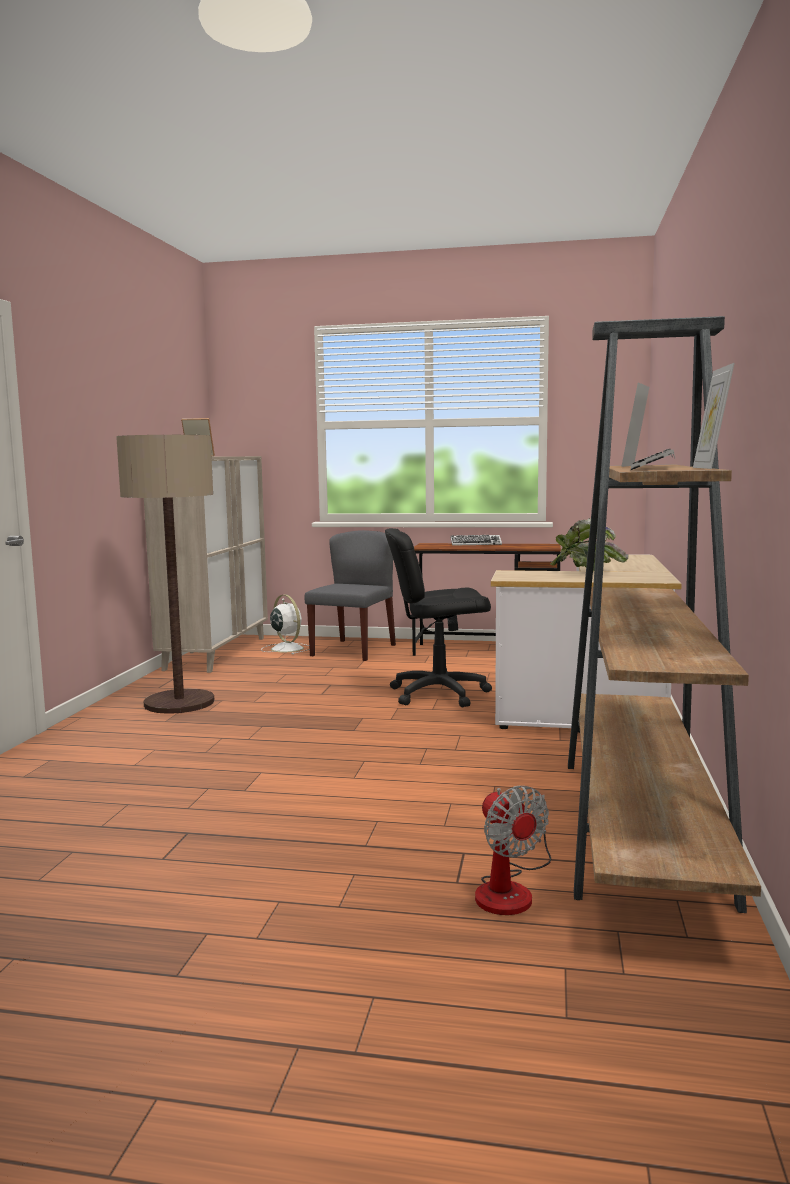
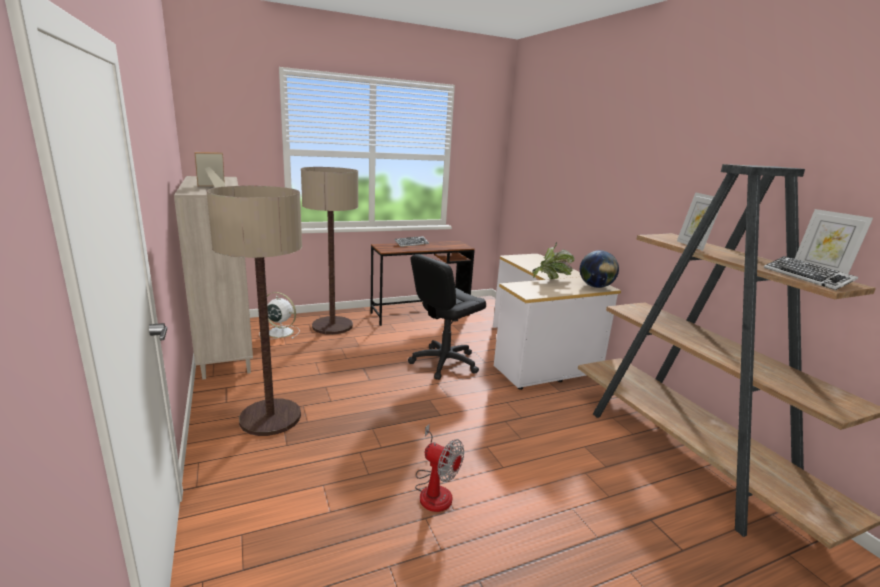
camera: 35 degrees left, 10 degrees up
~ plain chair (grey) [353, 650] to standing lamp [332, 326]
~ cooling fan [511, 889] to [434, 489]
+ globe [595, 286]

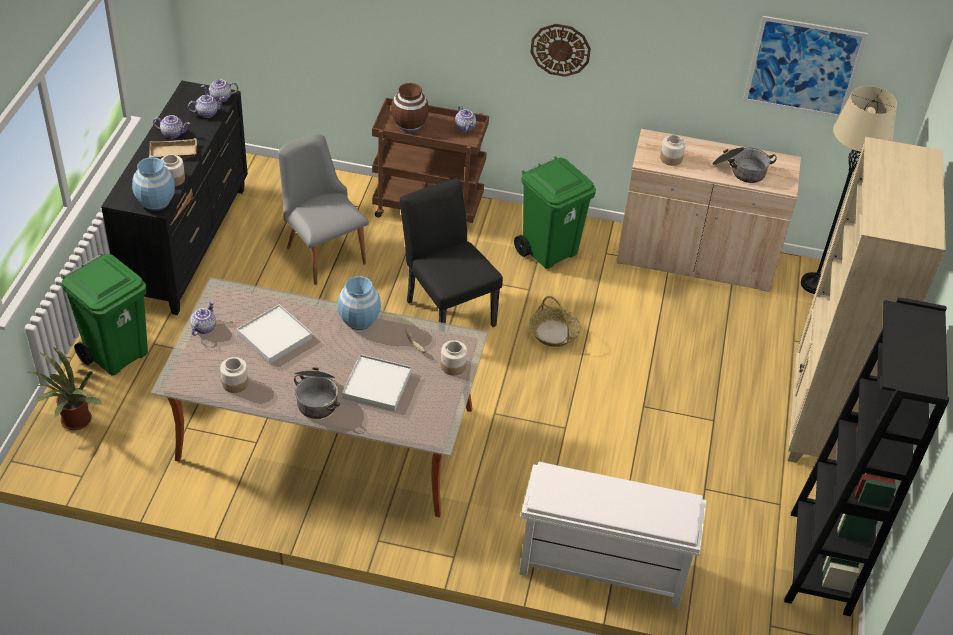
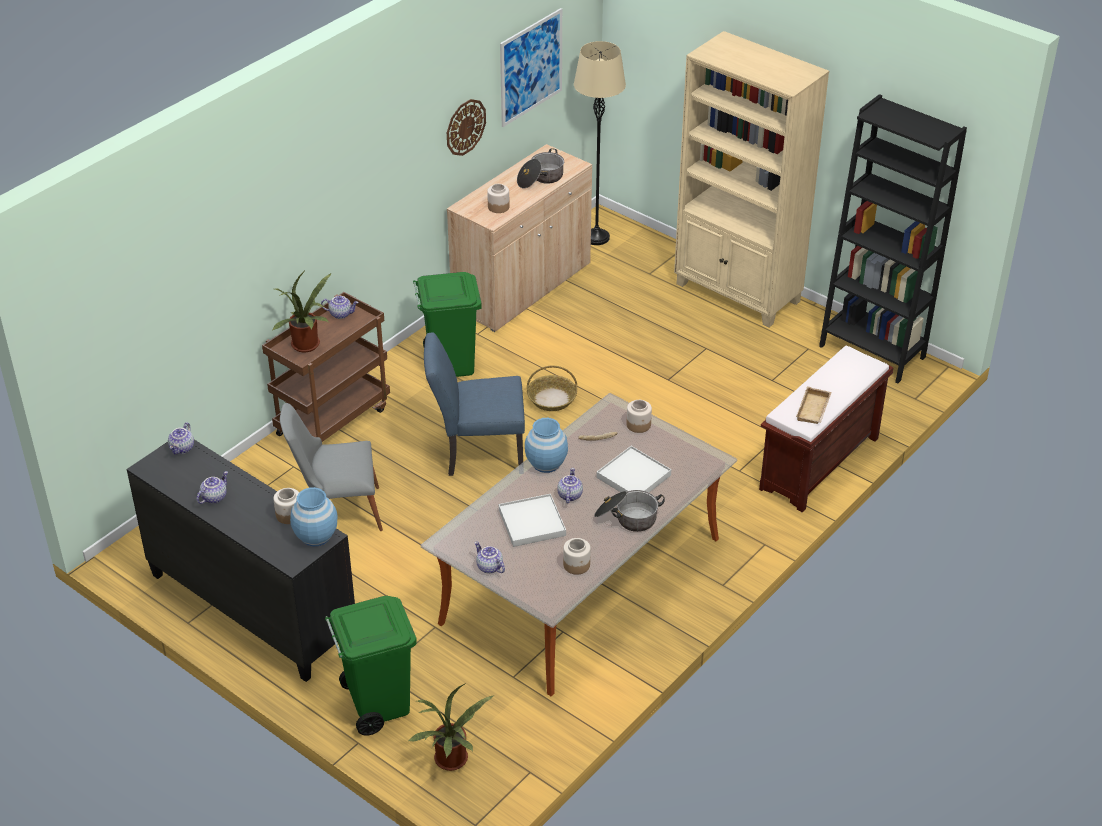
camera: 60 degrees left, 5 degrees down
~ flower vase (brown) [409, 124] to potted plant [307, 346]
~ plain chair (black) [447, 308] to plain chair (blue) [477, 453]
~ hanging clock [560, 49] to [465, 127]
~ pot for tea [207, 113] to [569, 495]
~ long seat (white-coloured) [600, 568] to long seat (brown) [819, 465]
~ tray (beige-coloured) [172, 153] to [814, 410]

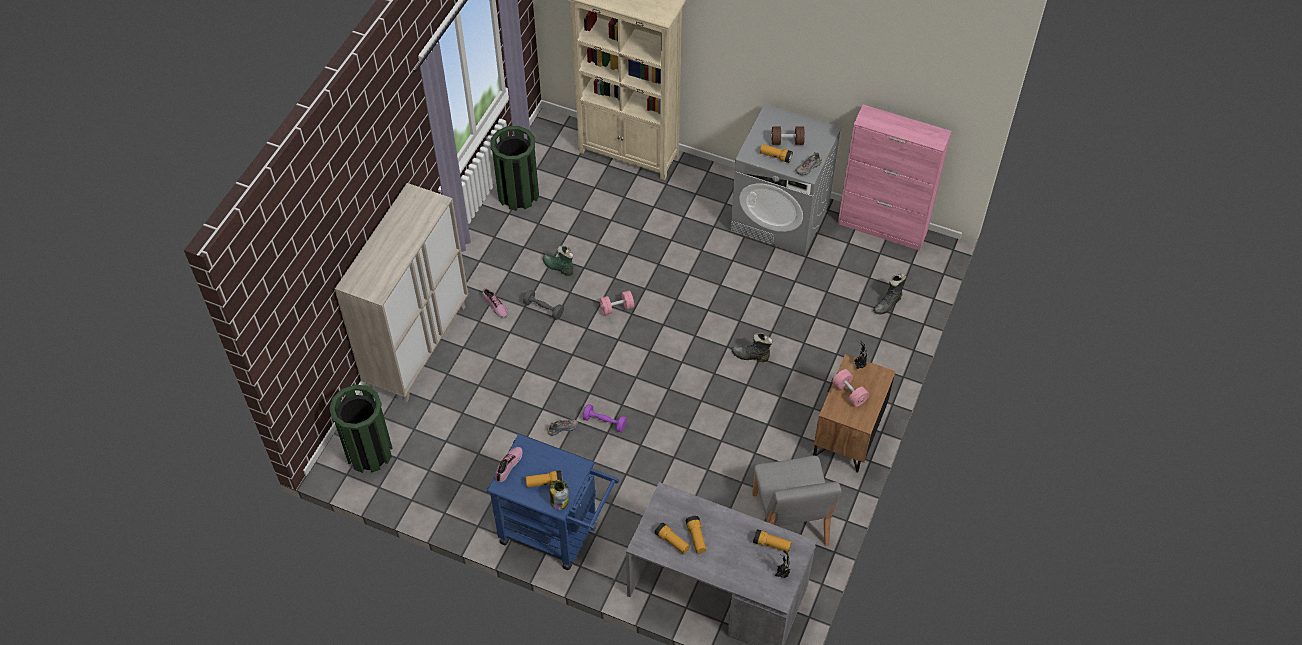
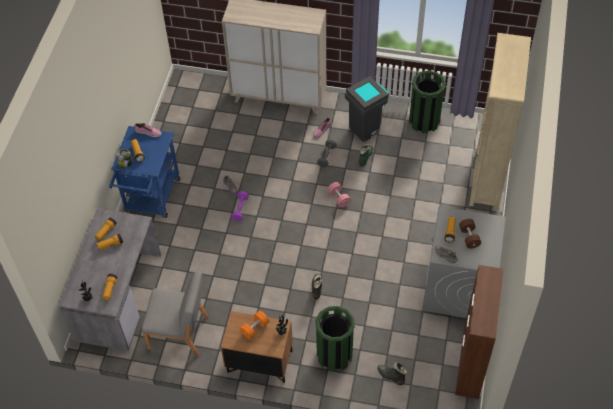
camera: 80 degrees right, 0 degrees up
~ plain chair (grey) [789, 520] = [179, 333] 150 degrees counterclockwise
~ free weight (pinkish) [849, 393] to free weight (orange-coloured) [255, 328]
~ trash can (green) [369, 452] to [334, 355]
+ trash can (grey) [366, 129]
~ cabinet (pinkish) [883, 228] to cabinet (brown) [470, 364]

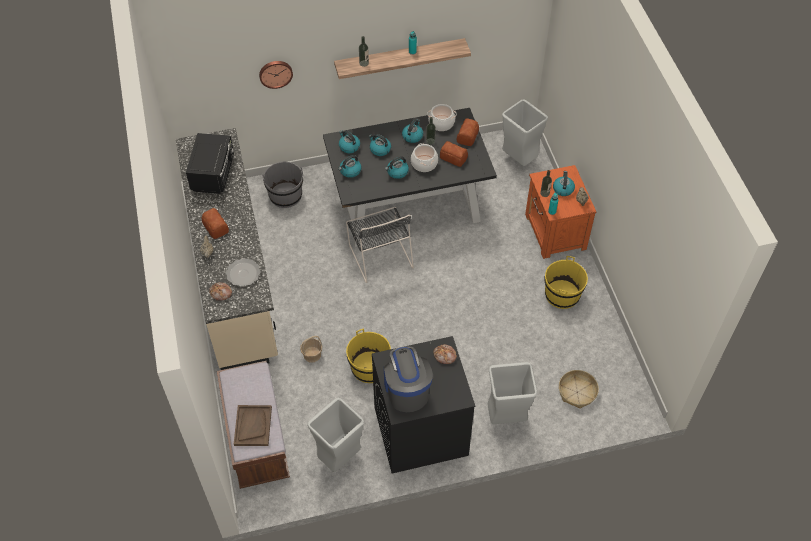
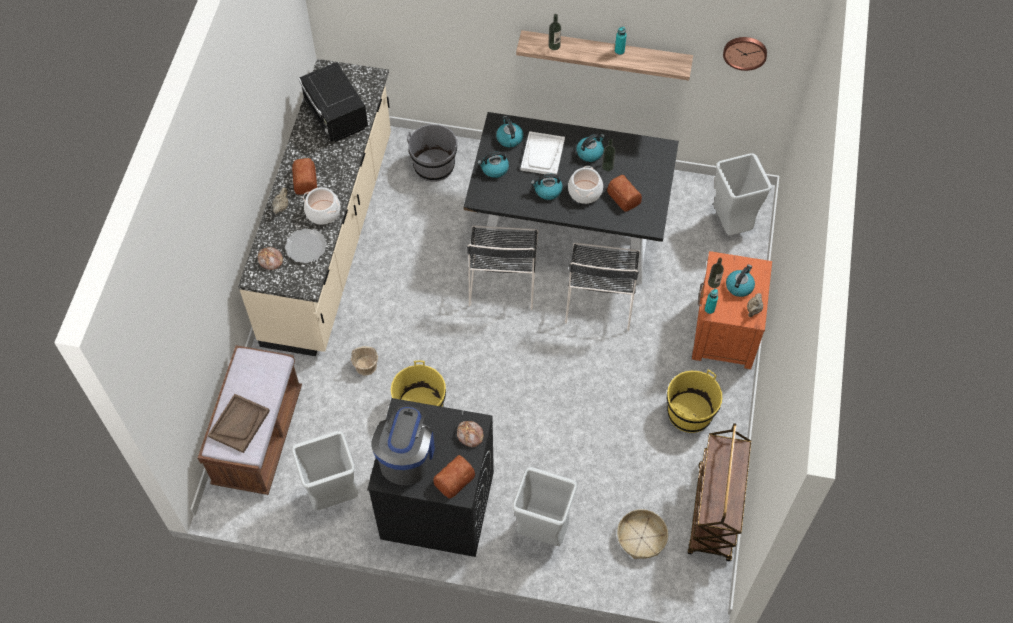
camera: 25 degrees right, 5 degrees up
~ kitchen microwave (black) [214, 174] = [336, 117] 120 degrees clockwise
~ stockpot [441, 123] to [323, 212]
~ bakery bread [467, 136] to [453, 479]
~ water kettle [379, 149] to tray (white-coloured) [542, 155]
+ plain chair (black) [600, 297]
+ cart (brown) [714, 513]
~ hanging clock [275, 73] to [745, 51]

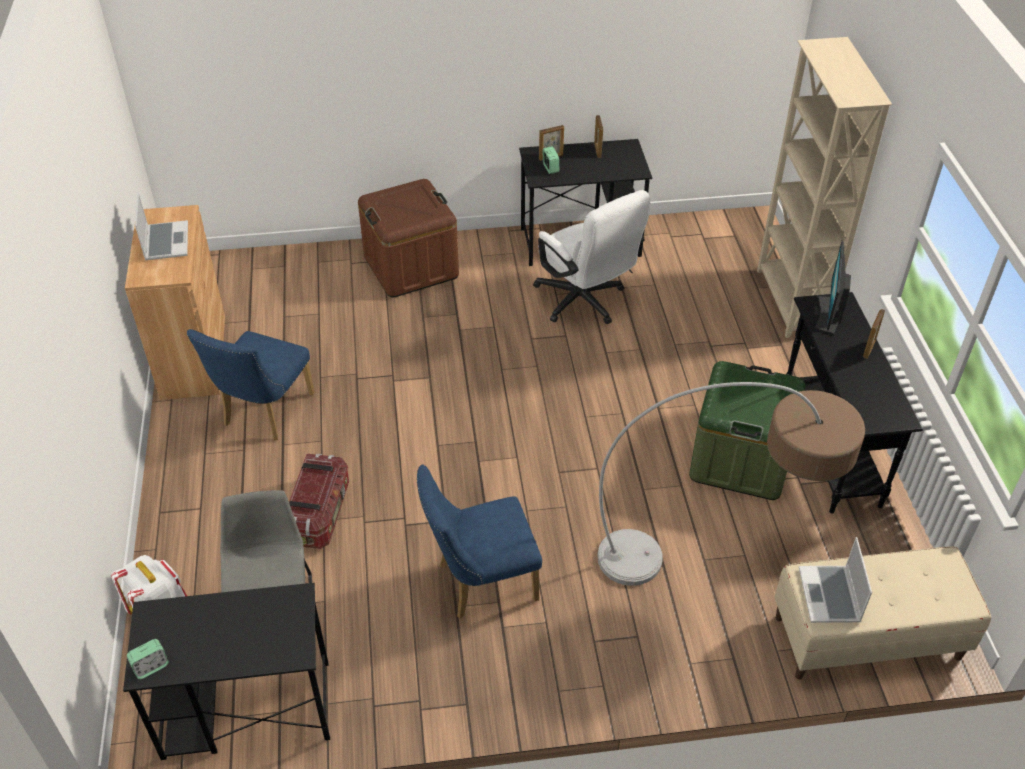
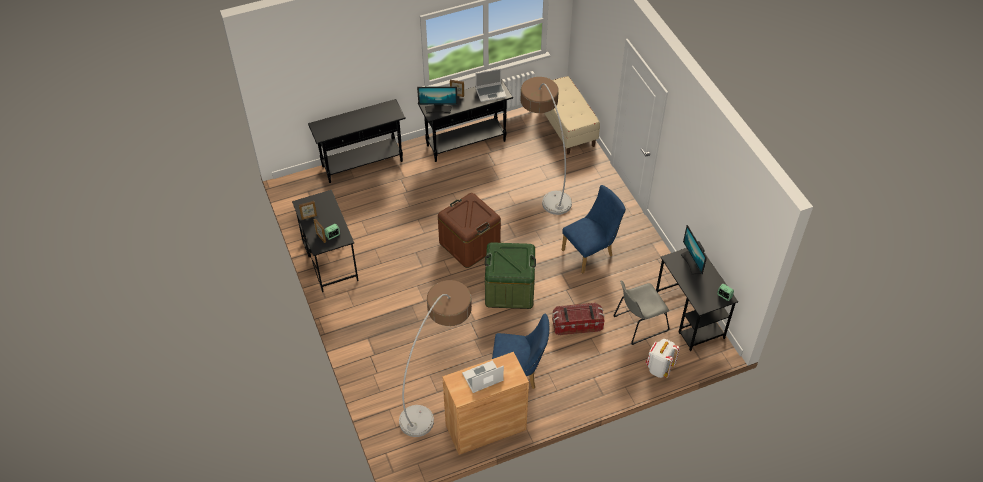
camera: 105 degrees left, 5 degrees up
~ bookshelf (beige-coloured) [790, 302] to console table (black) [362, 164]
+ standing lamp [437, 384]
~ storage box (brown) [411, 267] to [469, 244]
~ laptop [830, 596] to [491, 93]
~ storage box (green) [740, 459] to [509, 289]
~ plain chair (blue) [480, 582] = [591, 252] 90 degrees counterclockwise
+ monitor [692, 262]
- computer chair (white-coloured) [585, 303]

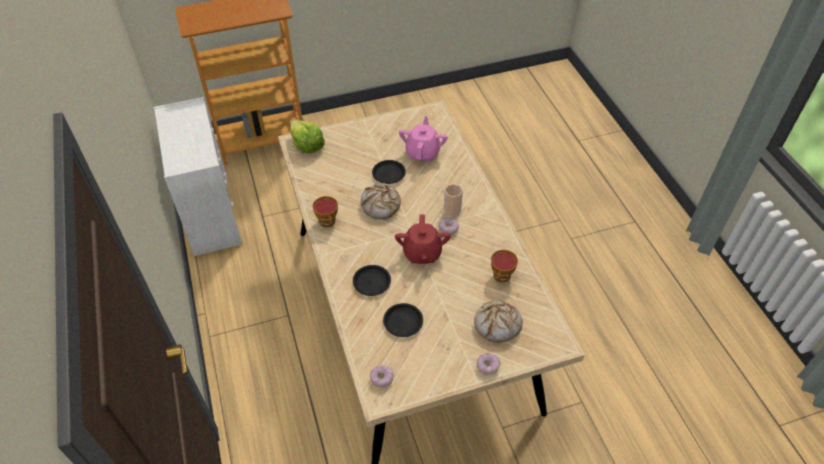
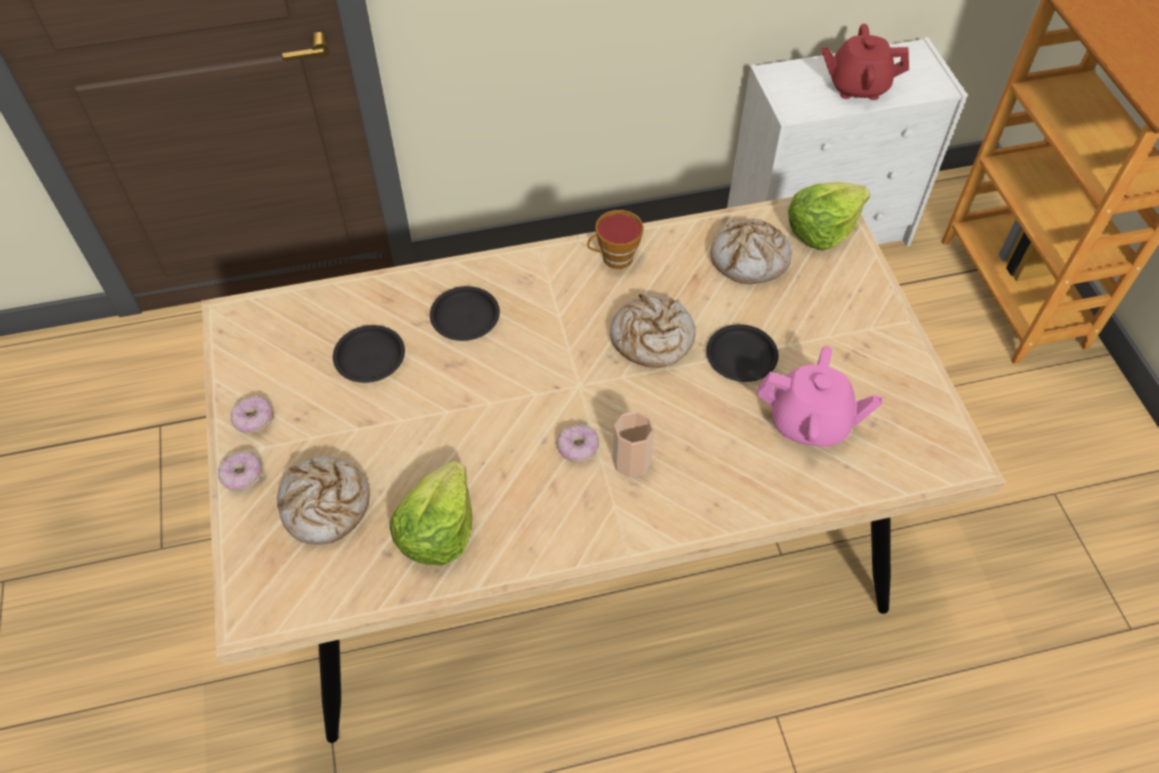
camera: 95 degrees right, 5 degrees up
~ donut [382, 379] to [254, 420]
~ drinking cup [501, 277] to head of lettuce [437, 530]
+ bakery bread [749, 259]
~ pot for tea (red-coloured) [422, 253] to [857, 86]

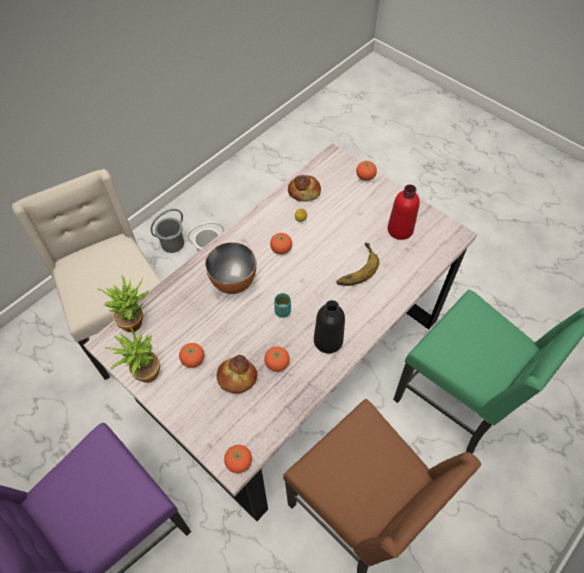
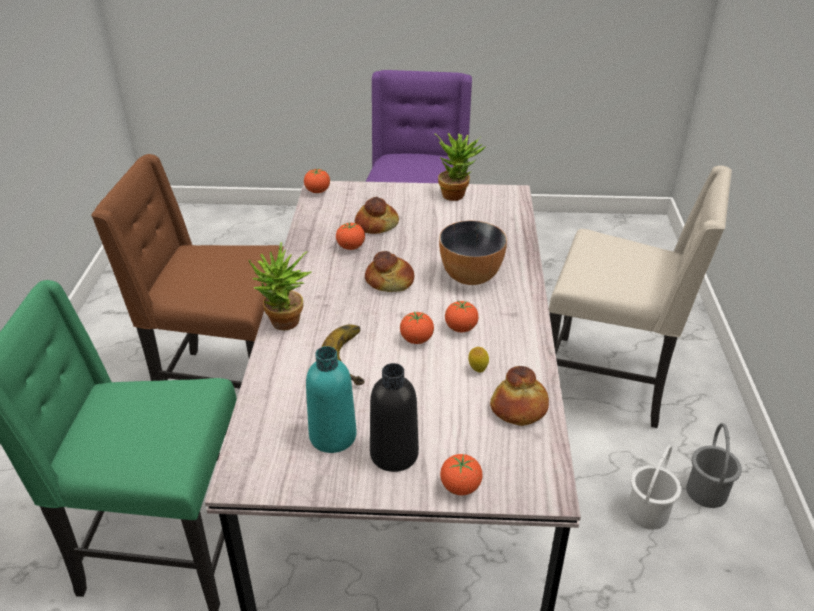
camera: 140 degrees right, 20 degrees down
~ potted plant [135, 320] to [284, 325]
~ beverage bottle (red-coloured) [400, 230] to beverage bottle (turquoise-coloured) [333, 436]
~ drinking cup (turquoise-coloured) [282, 311] to bakery bread [390, 281]
~ beverage bottle (black) [328, 340] to [394, 454]
~ tomato [193, 360] to [416, 340]

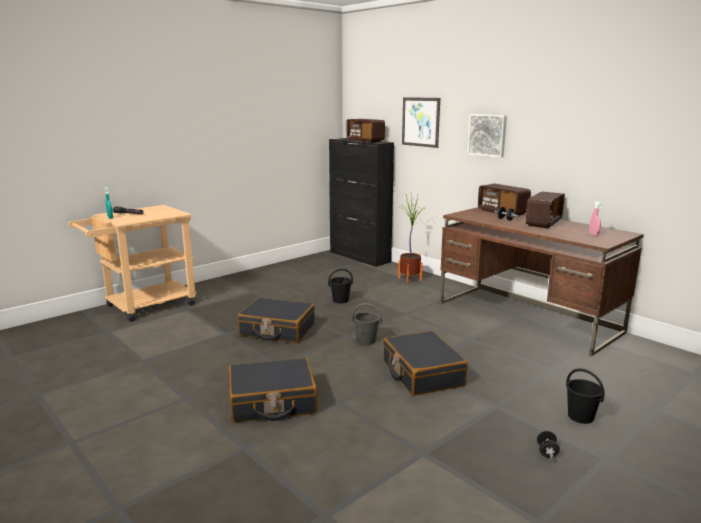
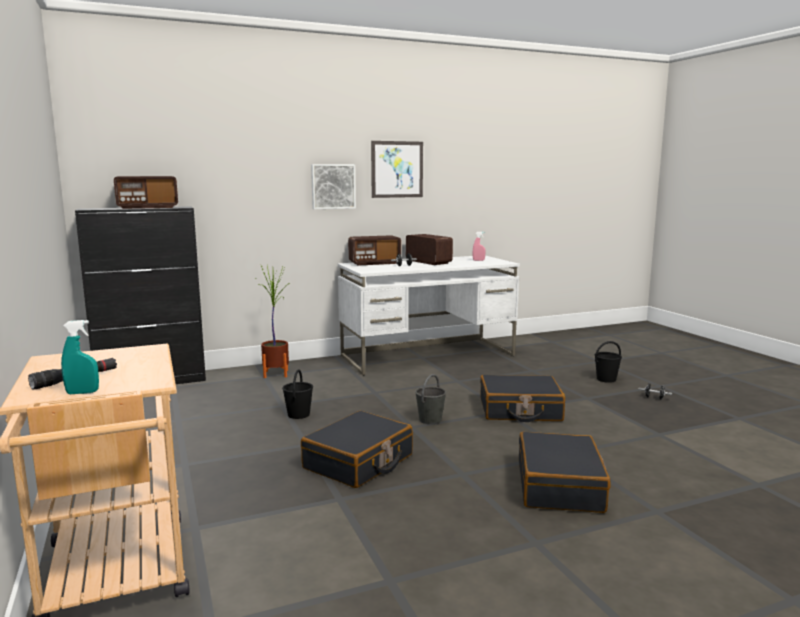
camera: 70 degrees left, 5 degrees down
~ desk unit (brown) [527, 317] to desk unit (white-coloured) [428, 355]
~ wall art [420, 122] to [397, 169]

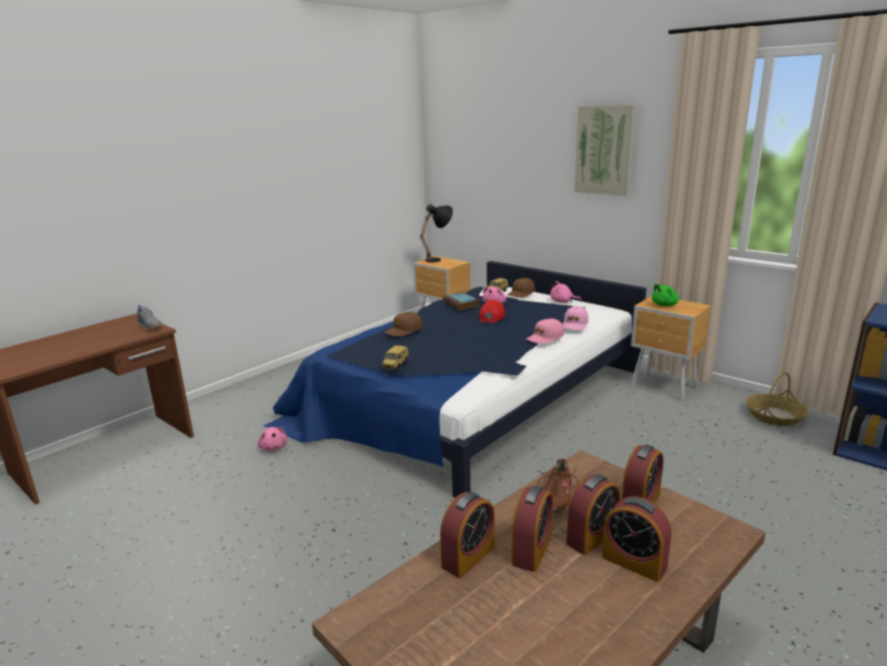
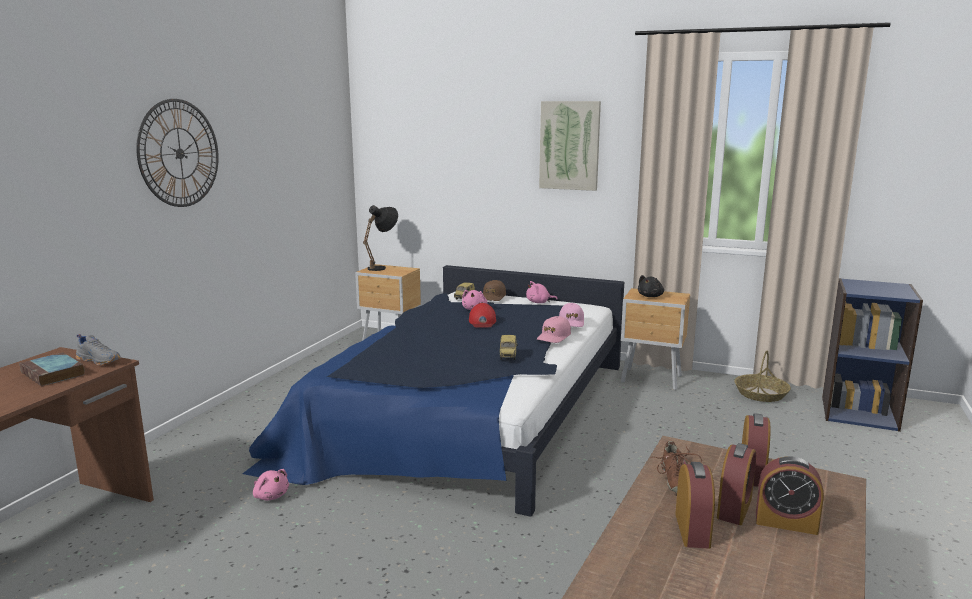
camera: 20 degrees left, 5 degrees down
~ bound book [461, 304] to [54, 374]
+ hanging clock [179, 153]
~ miniature car [396, 366] to [508, 356]
~ plush toy (green) [665, 305] to plush toy (black) [651, 296]
- baseball cap (brown) [404, 330]
- alarm clock [468, 557]

